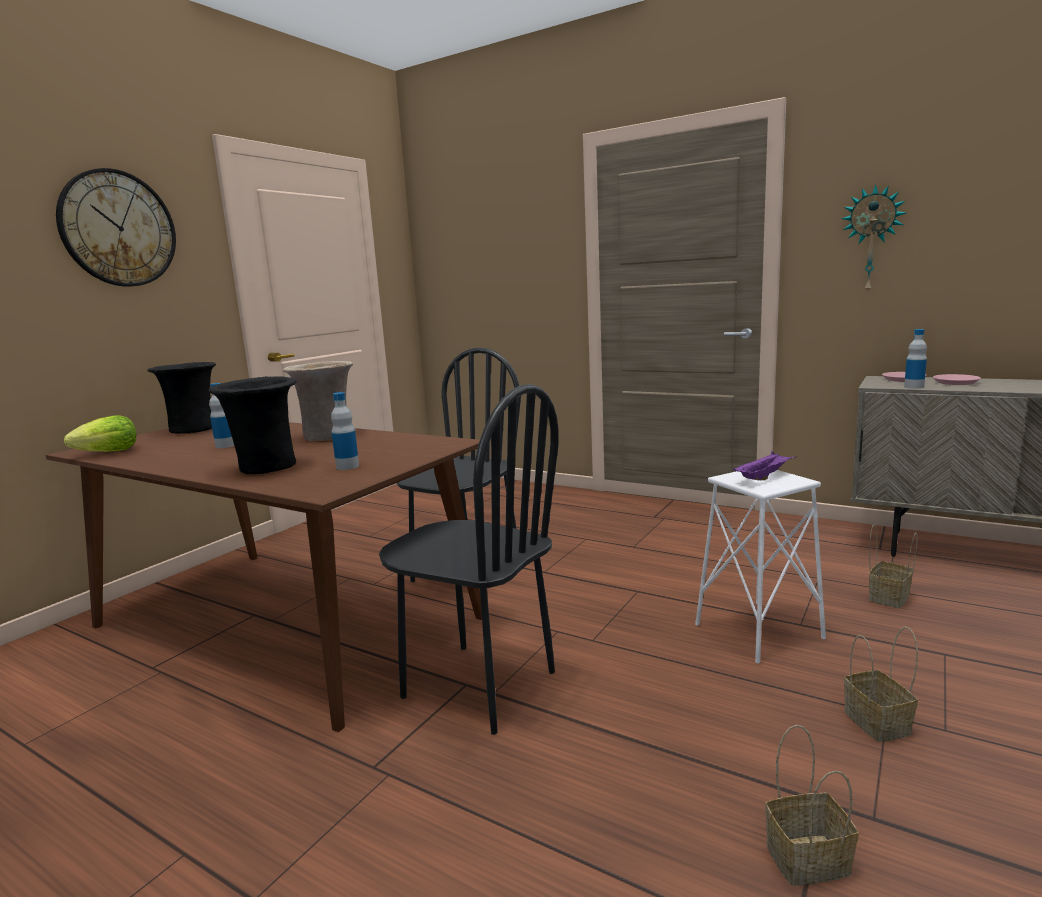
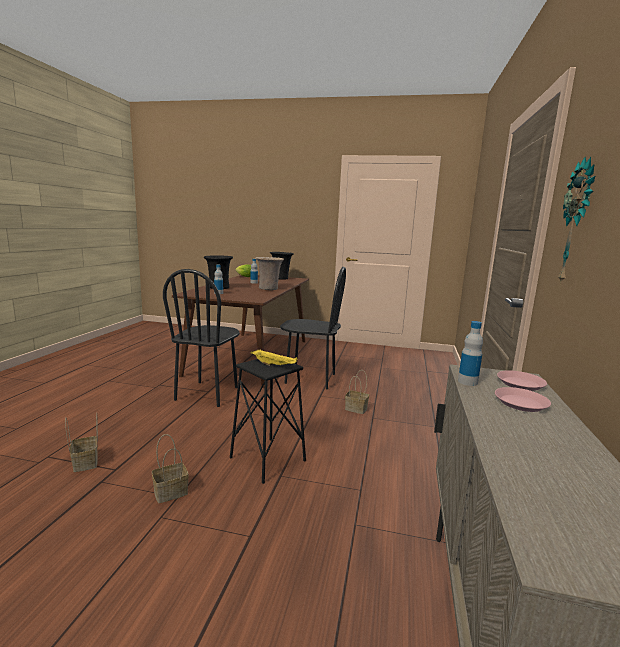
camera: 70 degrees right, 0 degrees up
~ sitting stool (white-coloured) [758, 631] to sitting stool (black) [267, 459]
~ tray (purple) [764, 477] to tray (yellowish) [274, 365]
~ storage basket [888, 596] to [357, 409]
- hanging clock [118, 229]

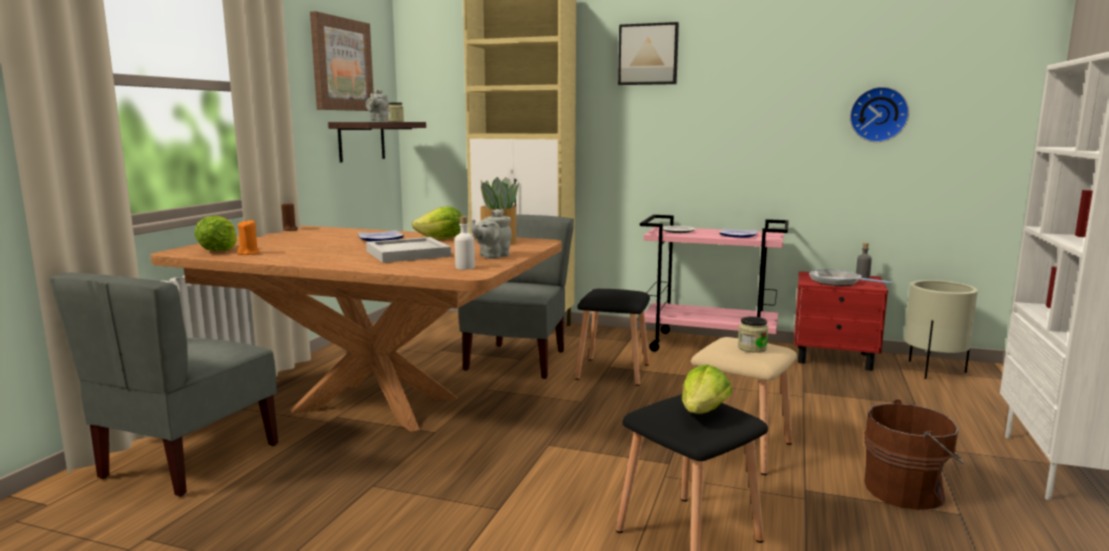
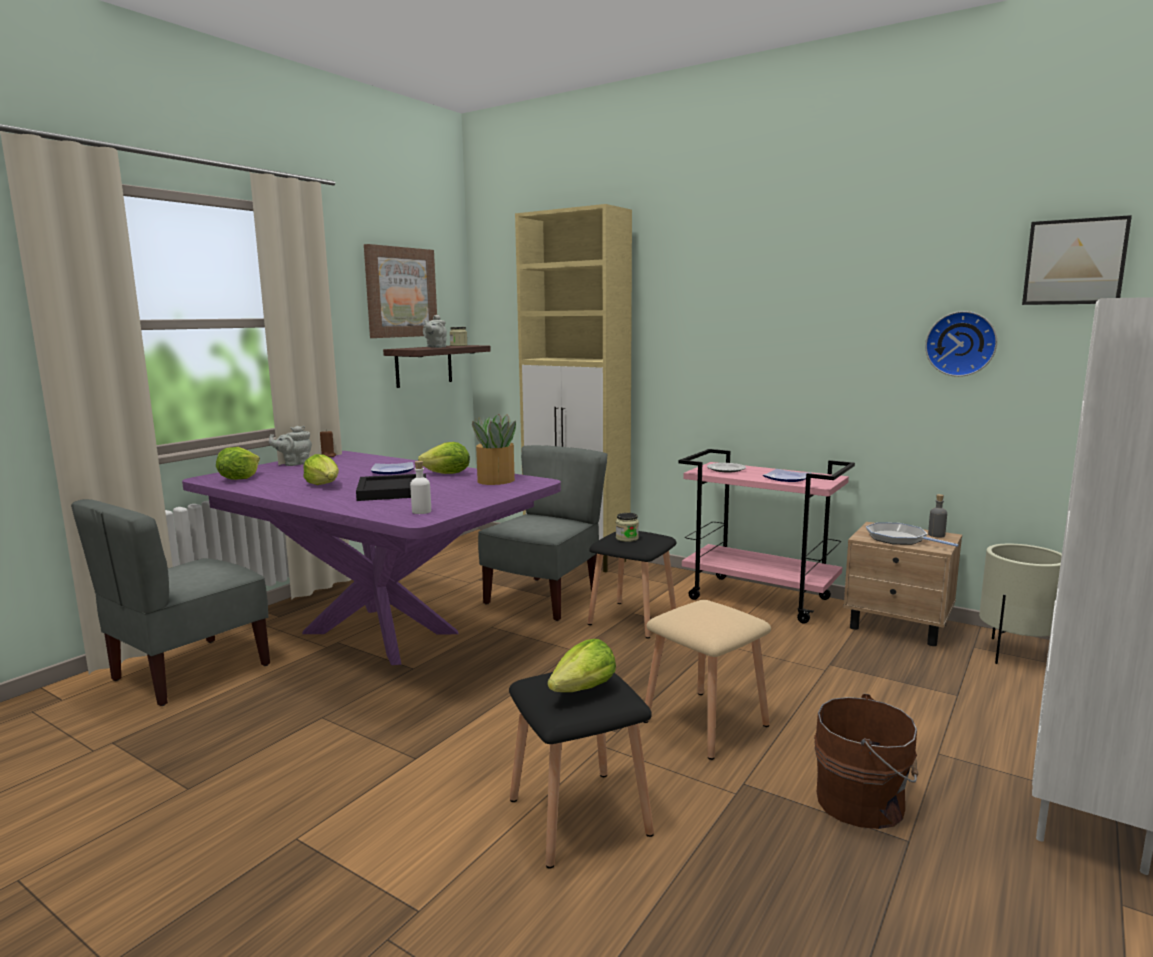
camera: 15 degrees right, 0 degrees up
~ kitchen table (brown) [376, 404] to kitchen table (purple) [380, 633]
~ pot for tea (grey) [492, 256] to [294, 464]
+ head of lettuce [324, 485]
~ tray (white-coloured) [406, 253] to tray (black) [392, 491]
~ storage jar [752, 348] to [627, 538]
~ night table (red-coloured) [835, 358] to night table (beige-coloured) [899, 626]
~ wall art [648, 54] to [1074, 262]
- wax candle (orange-coloured) [249, 253]

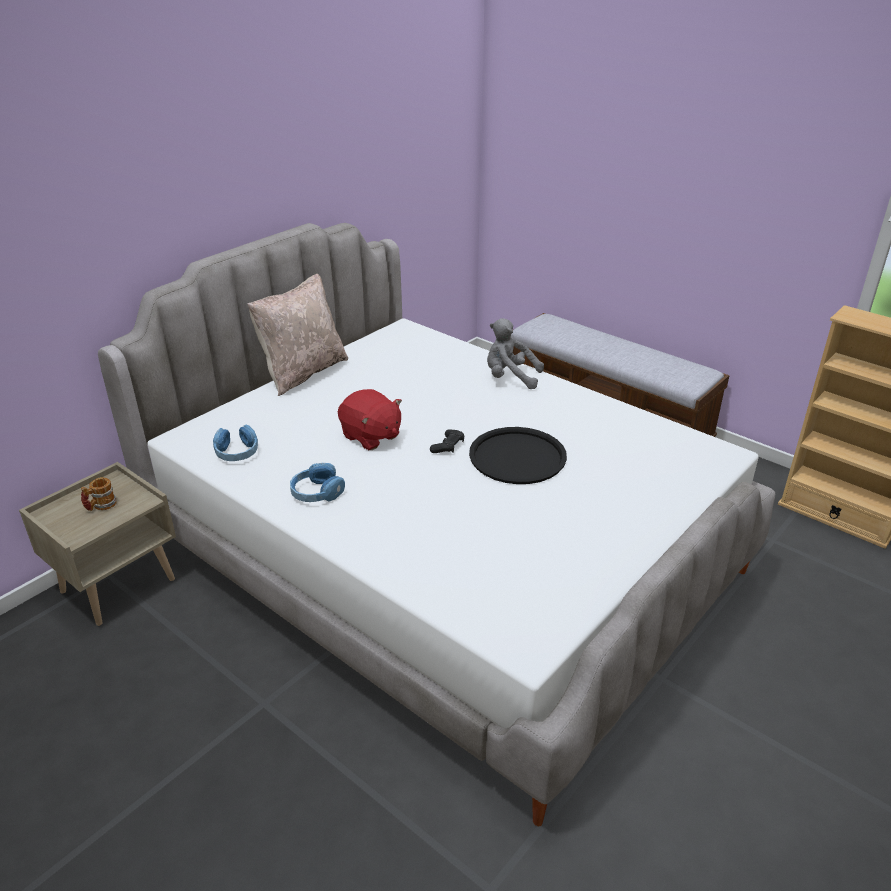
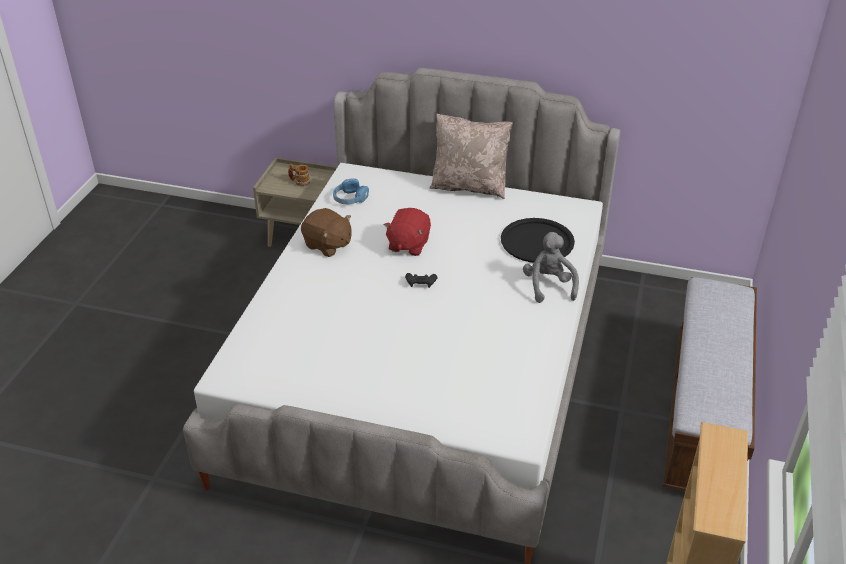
camera: 65 degrees right, 5 degrees up
~ headphones (blue) [317, 493] to plush toy (brown) [327, 245]
~ tray (black) [517, 456] to [537, 241]

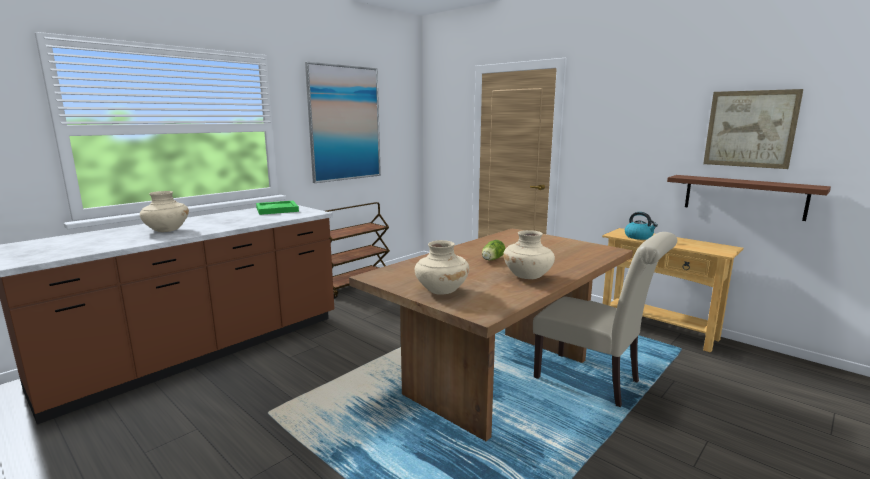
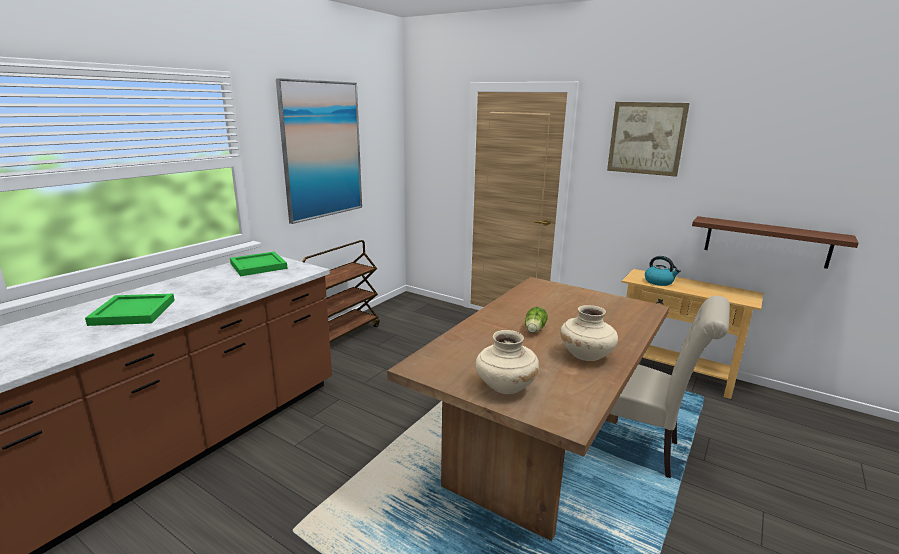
camera: 10 degrees left, 5 degrees up
~ flower vase (beige-coloured) [166, 230] to tray (green) [132, 313]
~ wall art [750, 129] to [646, 138]

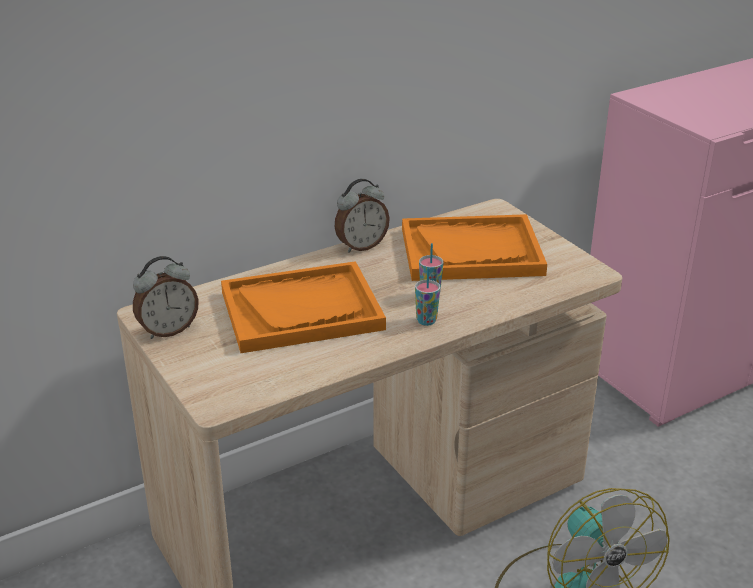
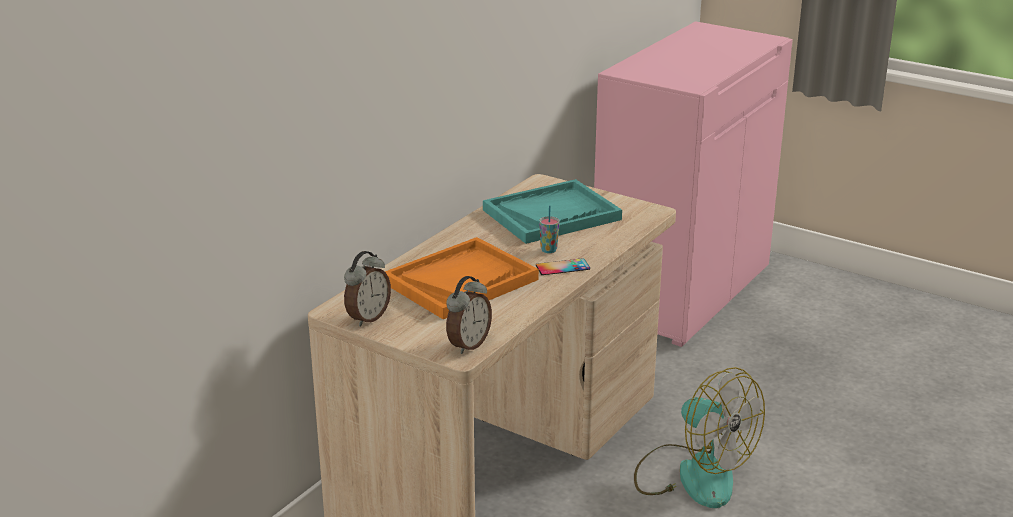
camera: 25 degrees left, 5 degrees down
~ alarm clock [361, 246] to [468, 345]
~ tray (orange-coloured) [471, 251] to tray (turquoise-coloured) [551, 215]
~ drinking cup [426, 321] to phone [562, 267]

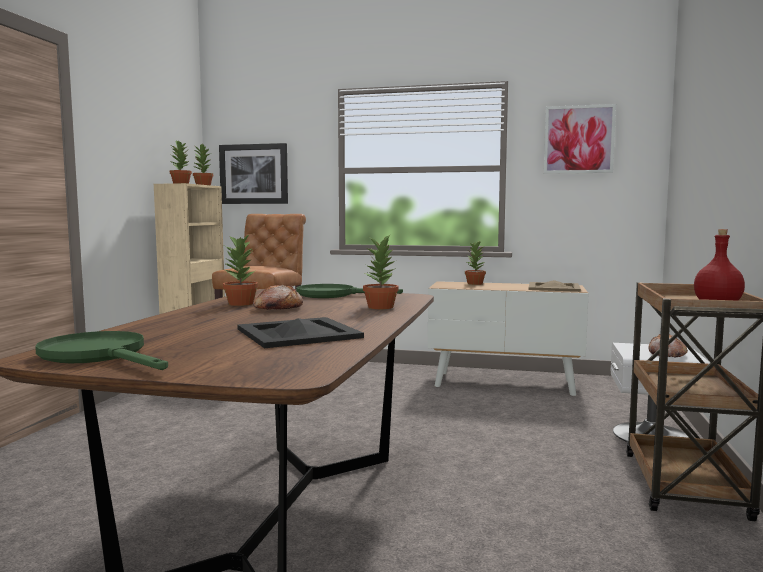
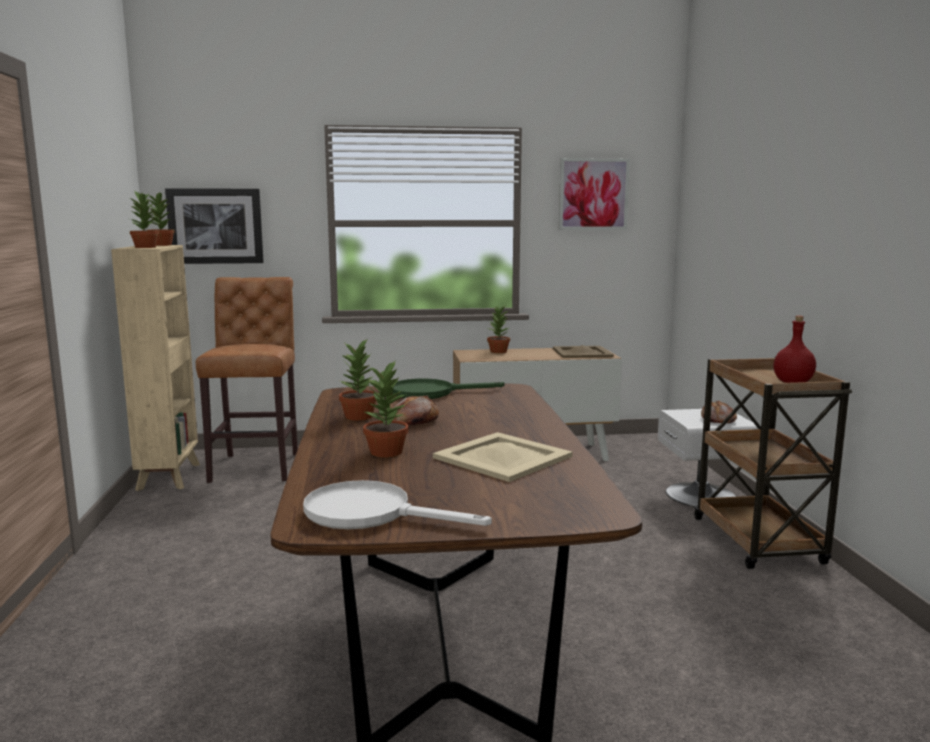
camera: 20 degrees left, 5 degrees up
~ pan (green) [100, 356] to pan (white-coloured) [372, 513]
~ potted plant [381, 307] to [387, 452]
~ tray (black) [297, 333] to tray (beige-coloured) [502, 457]

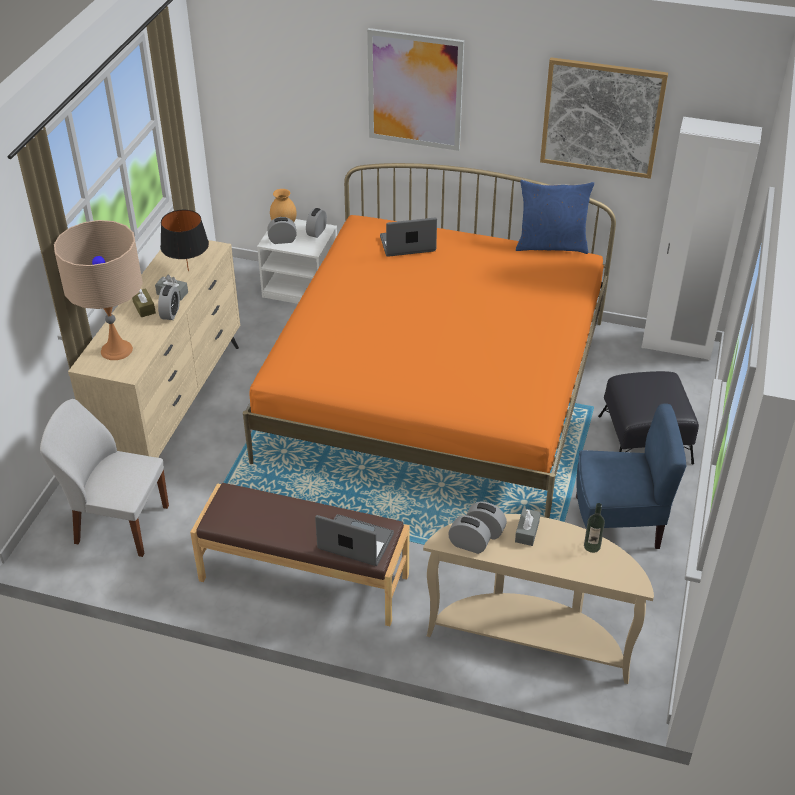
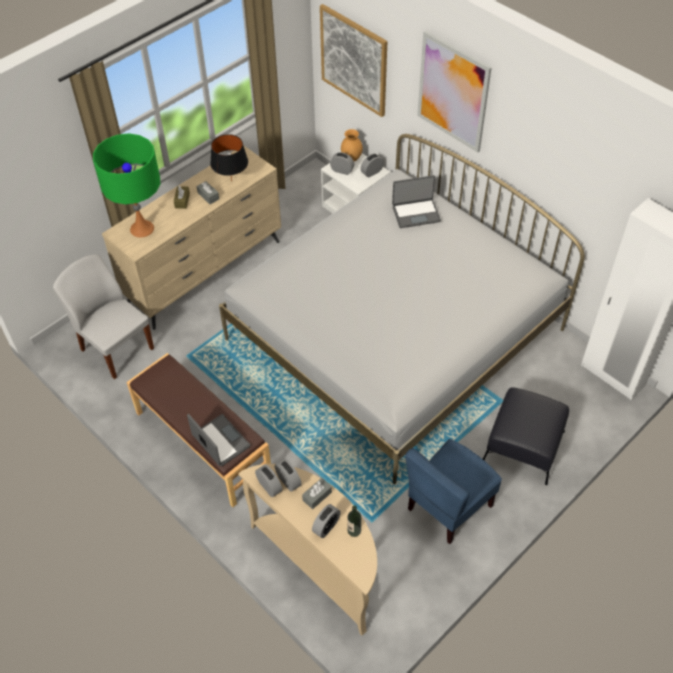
camera: 30 degrees right, 10 degrees up
~ table lamp (beige-coloured) [116, 350] to table lamp (green) [142, 228]
~ sleeping bed (orange-coloured) [437, 389] to sleeping bed (white-coloured) [395, 334]
~ alarm clock [170, 313] to [326, 526]
~ wall art [602, 117] to [354, 60]
~ laptop [407, 245] = [416, 213] 150 degrees clockwise
~ plain chair (blue) [617, 524] = [448, 507] 105 degrees clockwise
- cushion (blue) [551, 245]

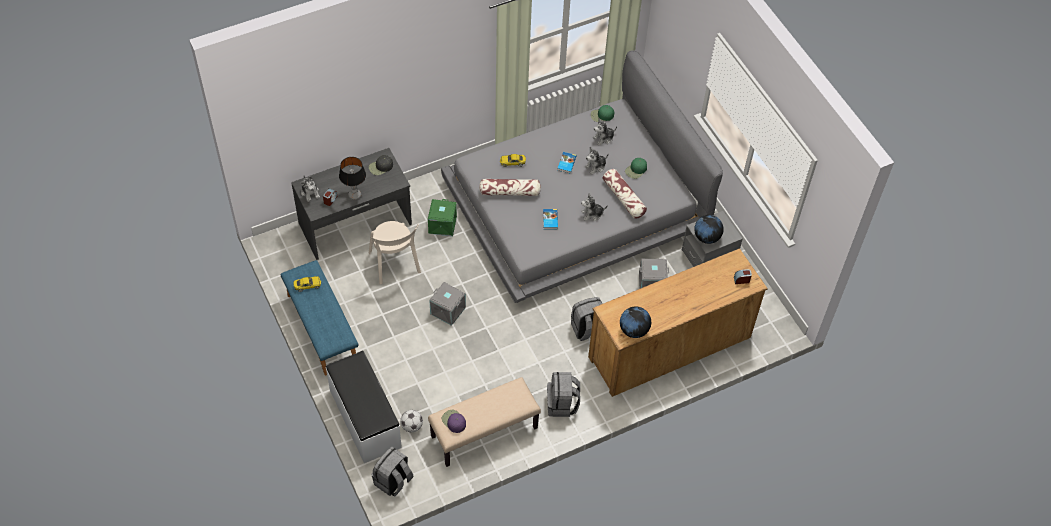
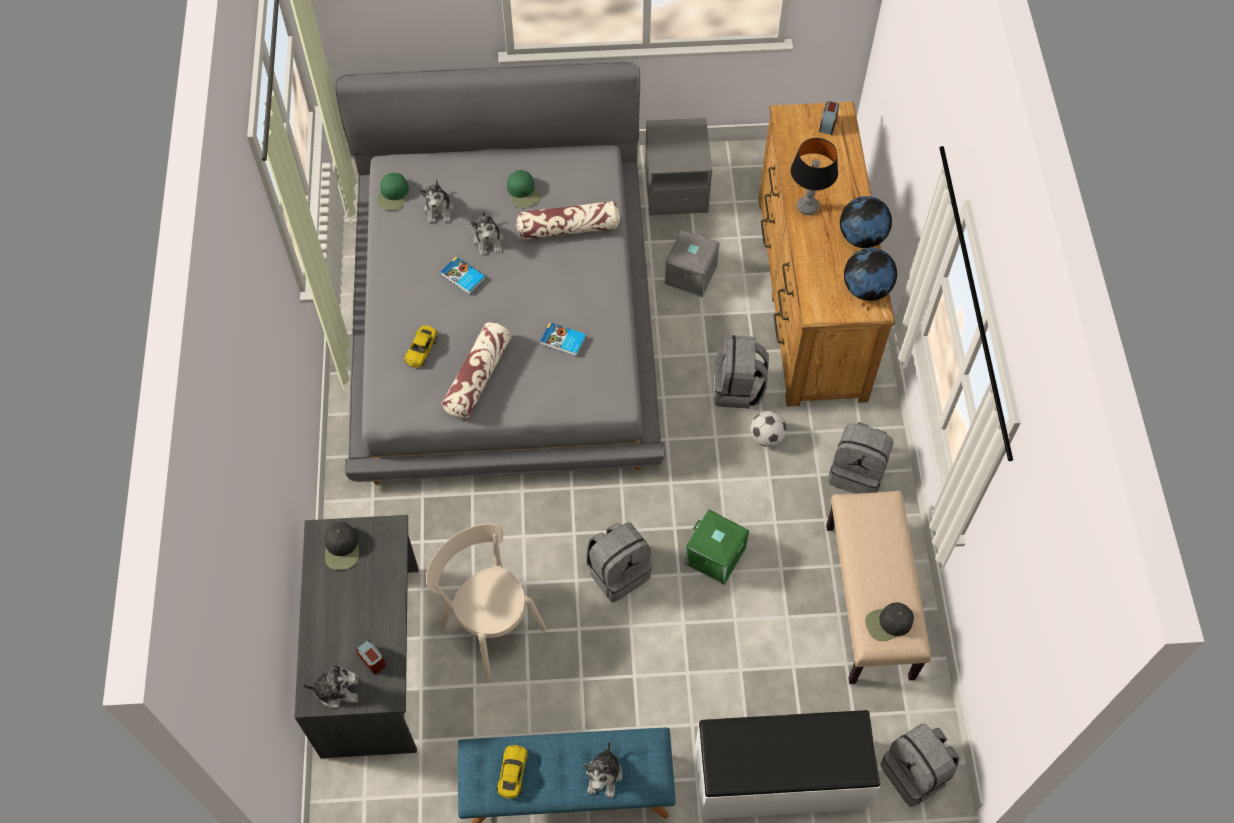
camera: 65 degrees left, 5 degrees up
~ plain chair (beige-coloured) [395, 265] = [489, 623] 135 degrees counterclockwise
~ plush toy [592, 214] to [604, 776]
~ storage box (grey) [448, 310] to rucksack (grey) [618, 572]
~ storage box (green) [442, 224] to [714, 557]
~ football ball [412, 426] to [766, 437]
~ table lamp [355, 195] to [807, 207]
~ globe [706, 237] to [861, 237]
~ baseball cap (purple) [453, 421] to baseball cap (black) [888, 623]

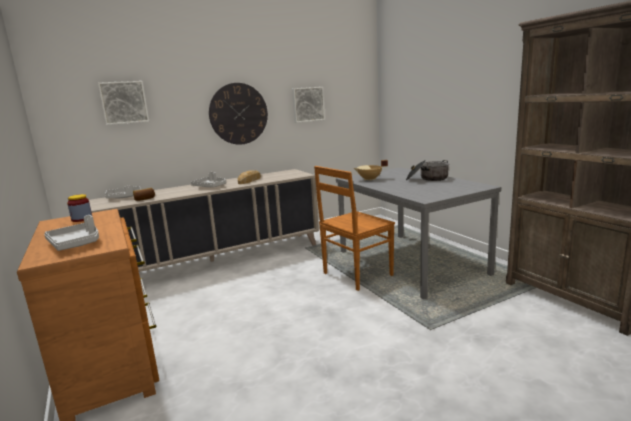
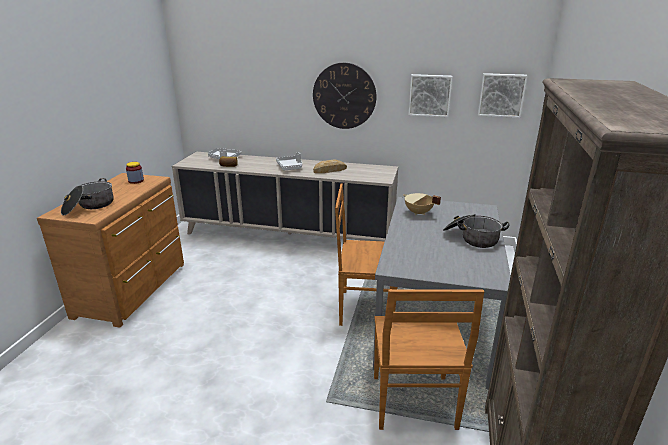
camera: 40 degrees right, 10 degrees up
~ tray (grey) [76, 243] to stockpot [89, 206]
+ plain chair (brown) [414, 404]
~ wall art [124, 102] to [501, 95]

